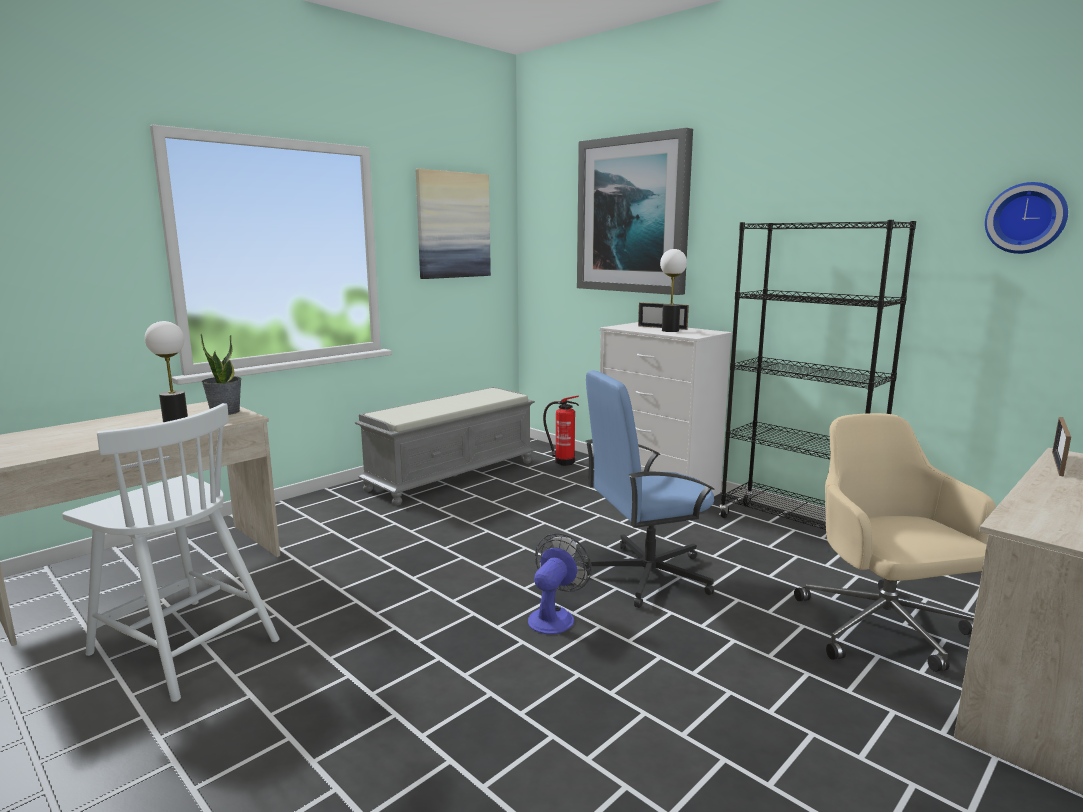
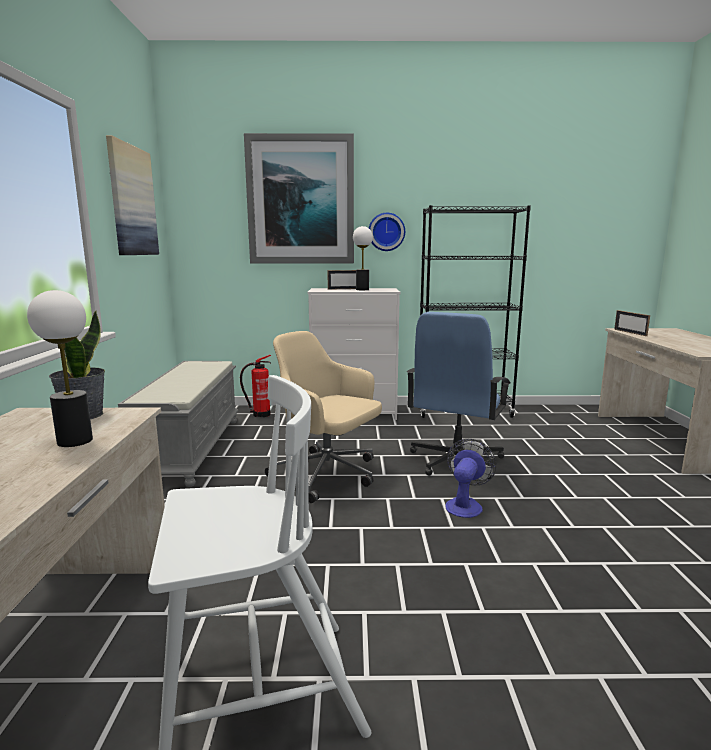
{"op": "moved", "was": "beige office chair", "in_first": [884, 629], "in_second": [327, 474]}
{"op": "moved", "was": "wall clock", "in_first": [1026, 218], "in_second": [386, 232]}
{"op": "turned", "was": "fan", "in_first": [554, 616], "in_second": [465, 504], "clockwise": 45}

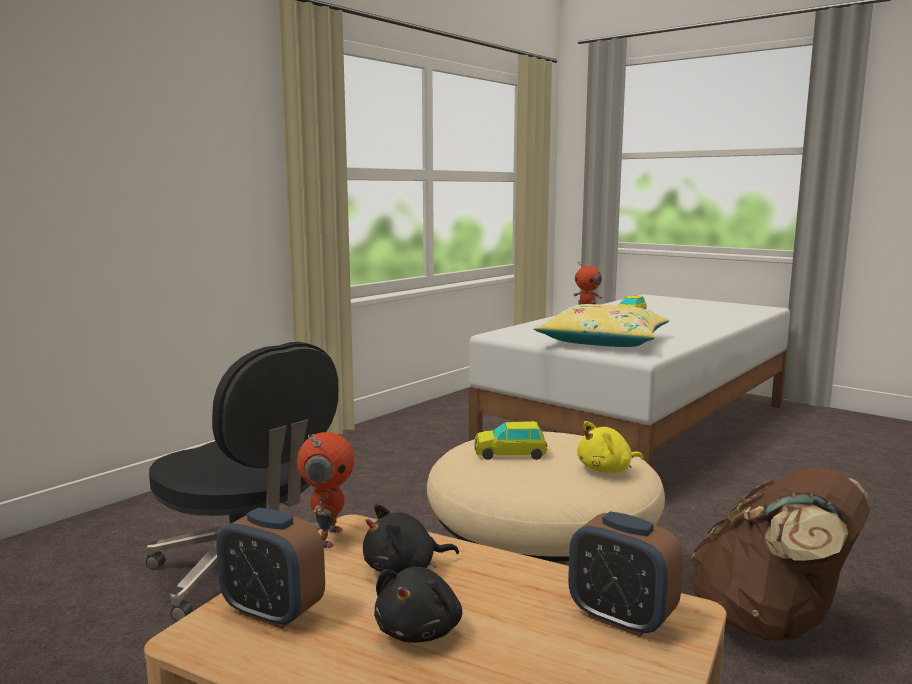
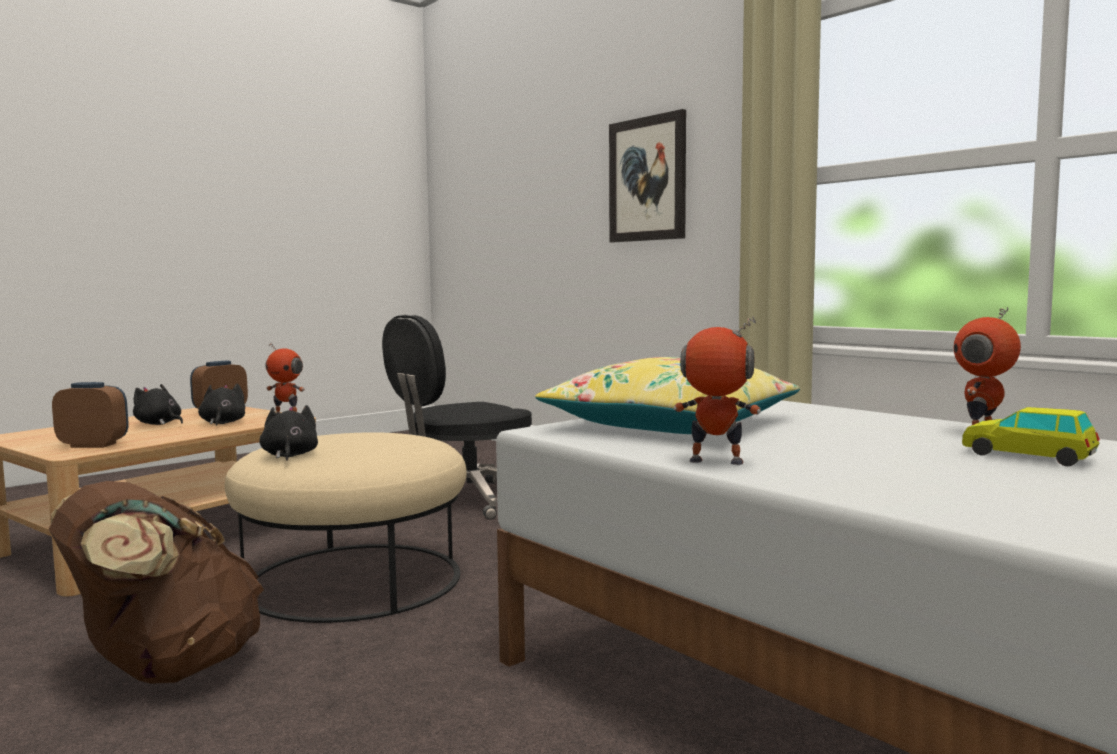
{"op": "turned", "was": "alarm clock", "in_first": [621, 618], "in_second": [93, 445], "clockwise": 45}
{"op": "recoloured", "was": "yellow plush toy", "now": "black plush toy", "in_first": [607, 470], "in_second": [289, 456]}
{"op": "added", "now": "picture", "in_second": [647, 179]}
{"op": "added", "now": "toy robot", "in_second": [715, 462]}
{"op": "removed", "was": "toy car", "in_first": [510, 454]}

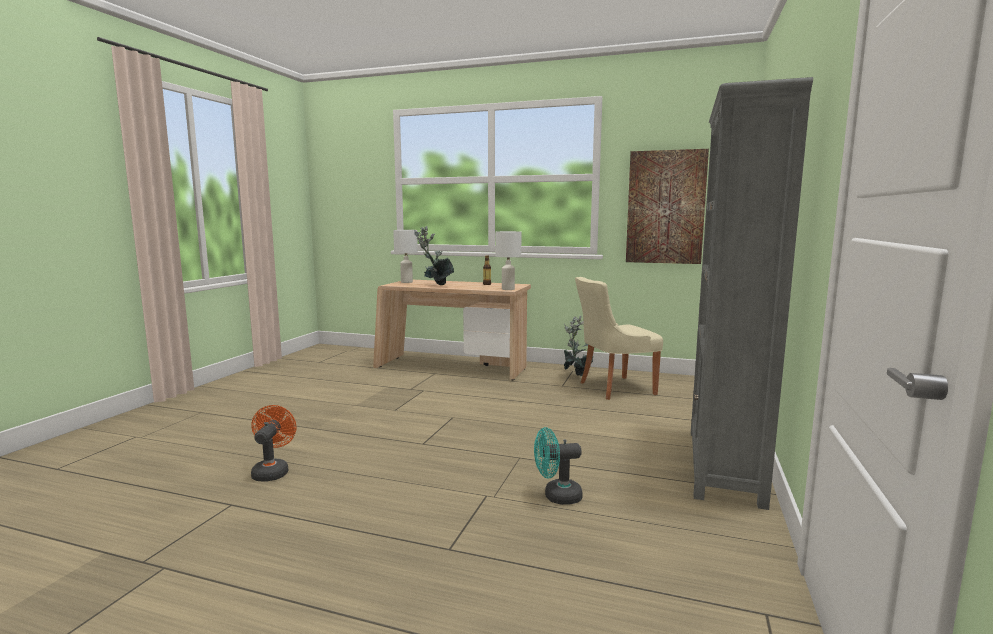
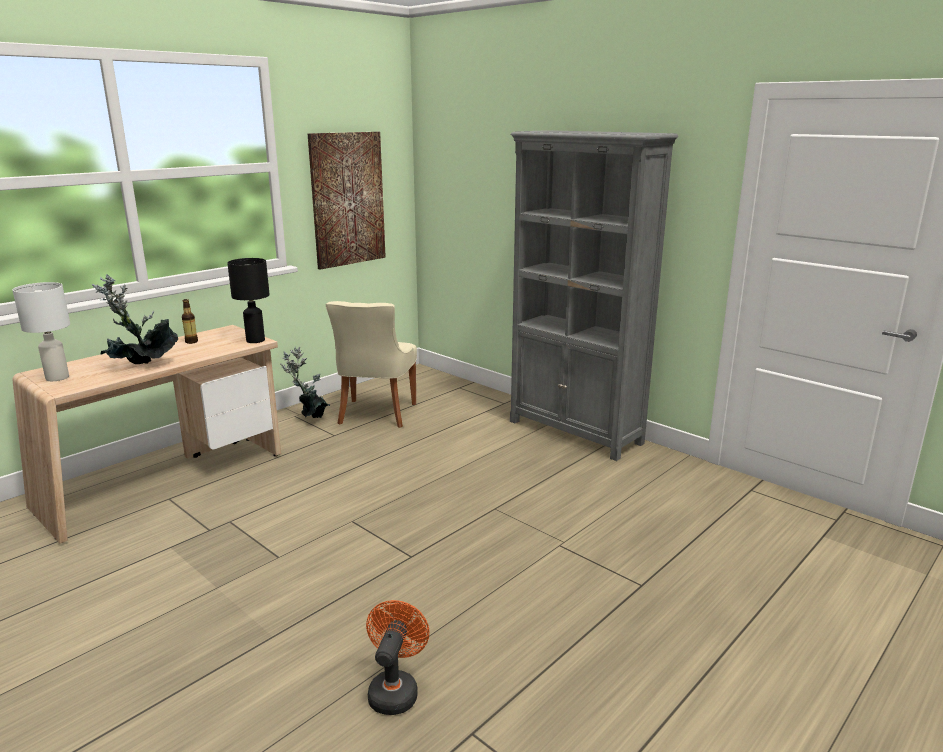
{"op": "recoloured", "was": "white table lamp", "now": "black table lamp", "in_first": [507, 289], "in_second": [255, 340]}
{"op": "turned", "was": "orange fan", "in_first": [272, 471], "in_second": [395, 689], "clockwise": 75}
{"op": "removed", "was": "turquoise fan", "in_first": [556, 496]}

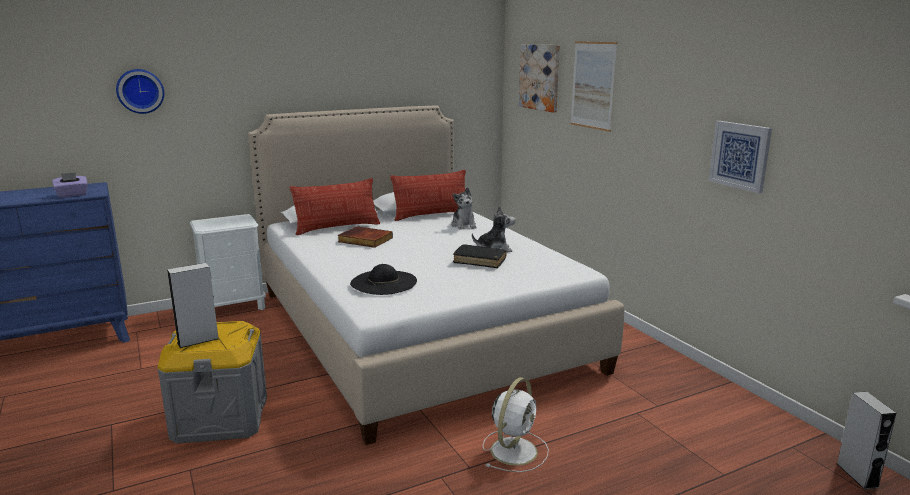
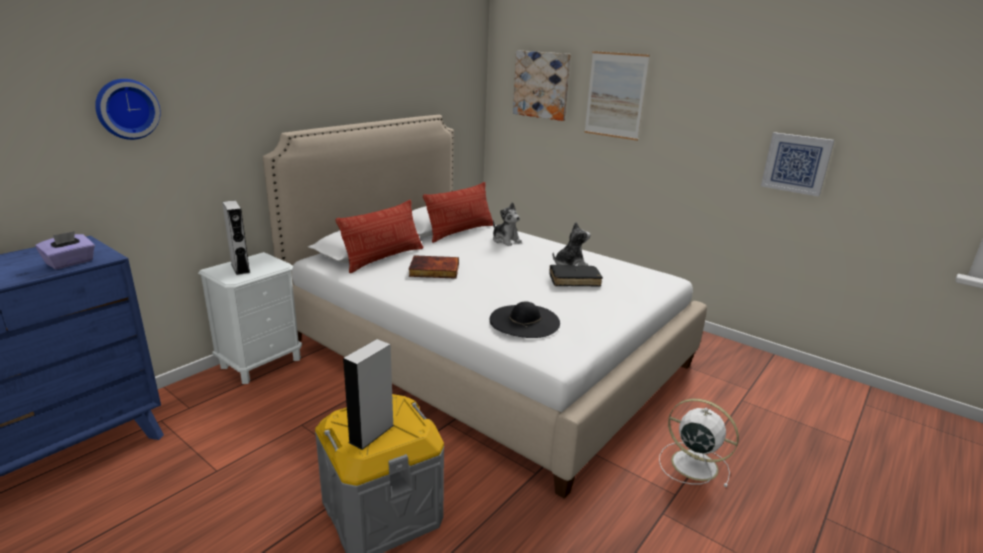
{"op": "moved", "was": "grey speaker", "in_first": [857, 475], "in_second": [240, 268]}
{"op": "turned", "was": "white fan", "in_first": [515, 450], "in_second": [692, 464], "clockwise": -60}

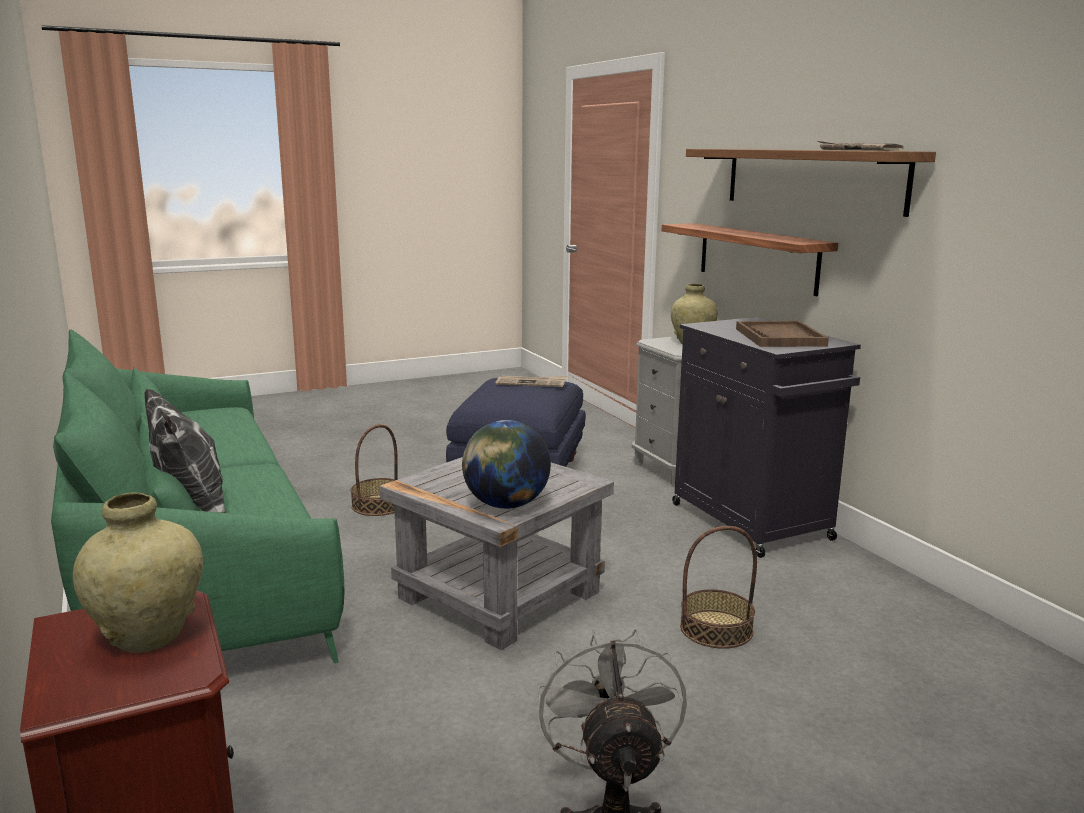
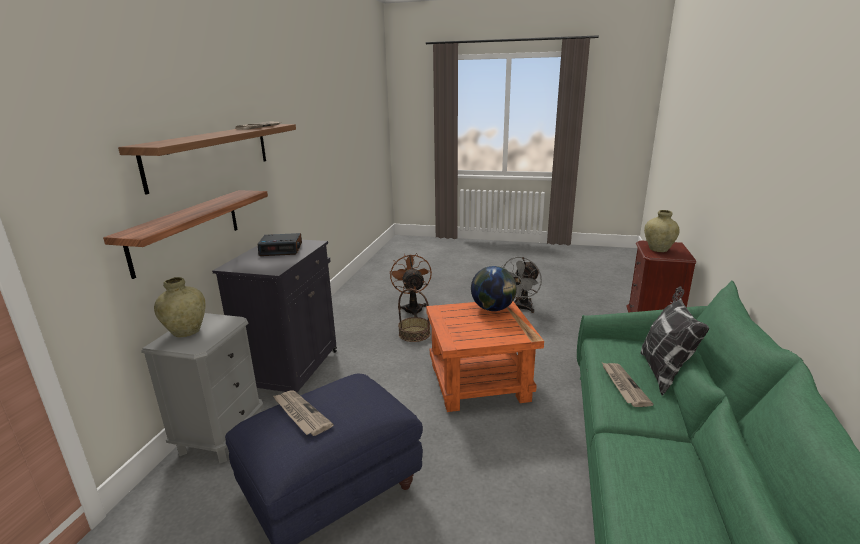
{"op": "replaced", "was": "brown tray", "now": "alarm clock", "in_first": [780, 337], "in_second": [282, 249]}
{"op": "added", "now": "brown fan", "in_second": [412, 308]}
{"op": "recoloured", "was": "grey side table", "now": "orange side table", "in_first": [496, 595], "in_second": [480, 382]}
{"op": "added", "now": "newspaper", "in_second": [623, 385]}
{"op": "removed", "was": "basket", "in_first": [378, 505]}

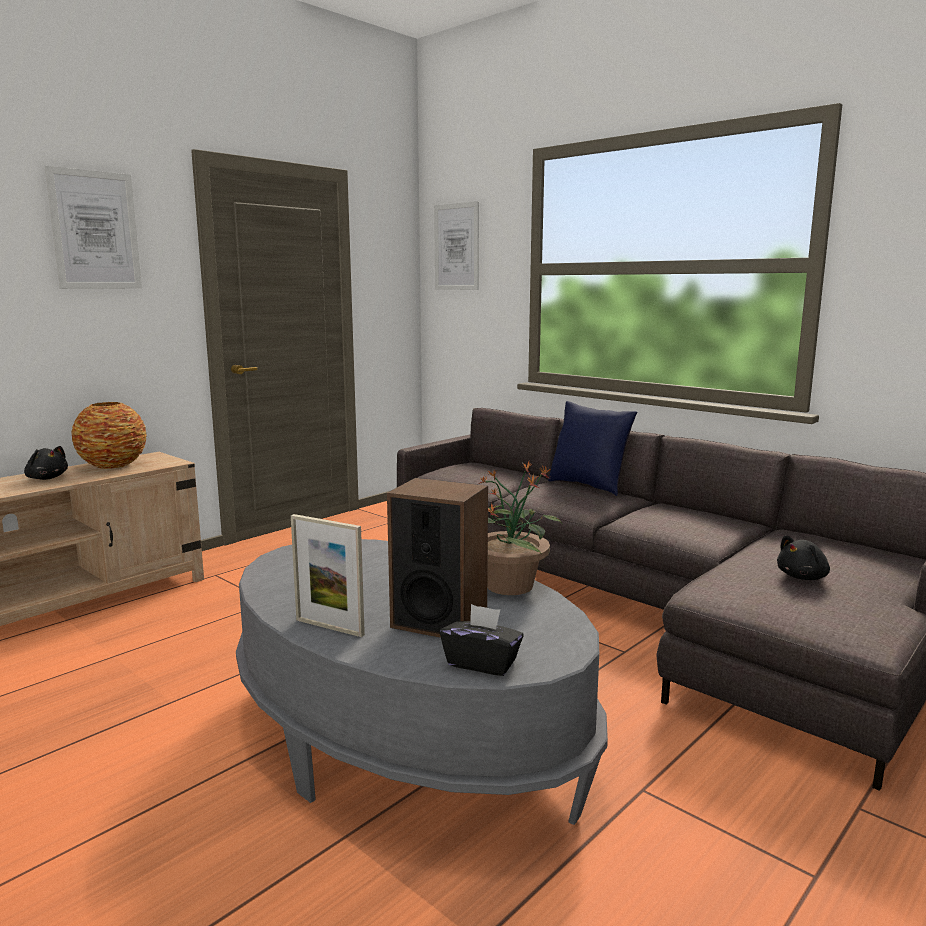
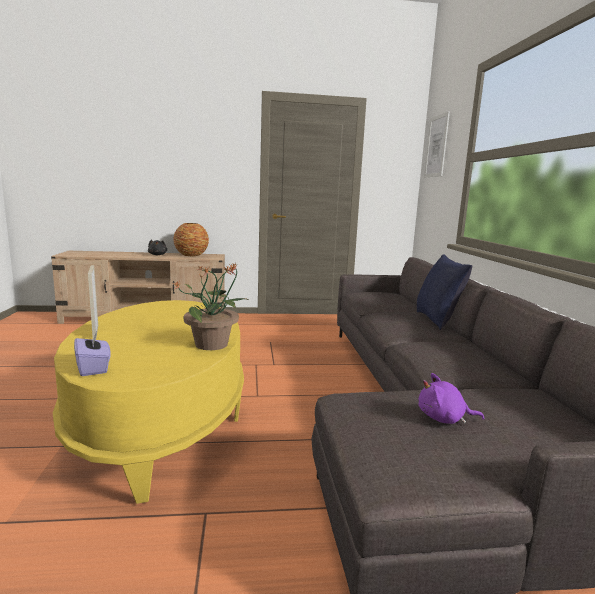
{"op": "recoloured", "was": "grey coffee table", "now": "yellow coffee table", "in_first": [406, 738], "in_second": [160, 421]}
{"op": "recoloured", "was": "black tissue box", "now": "purple tissue box", "in_first": [482, 663], "in_second": [93, 368]}
{"op": "recoloured", "was": "black plush toy", "now": "purple plush toy", "in_first": [803, 577], "in_second": [444, 419]}
{"op": "removed", "was": "picture", "in_first": [95, 230]}
{"op": "removed", "was": "speaker", "in_first": [439, 621]}

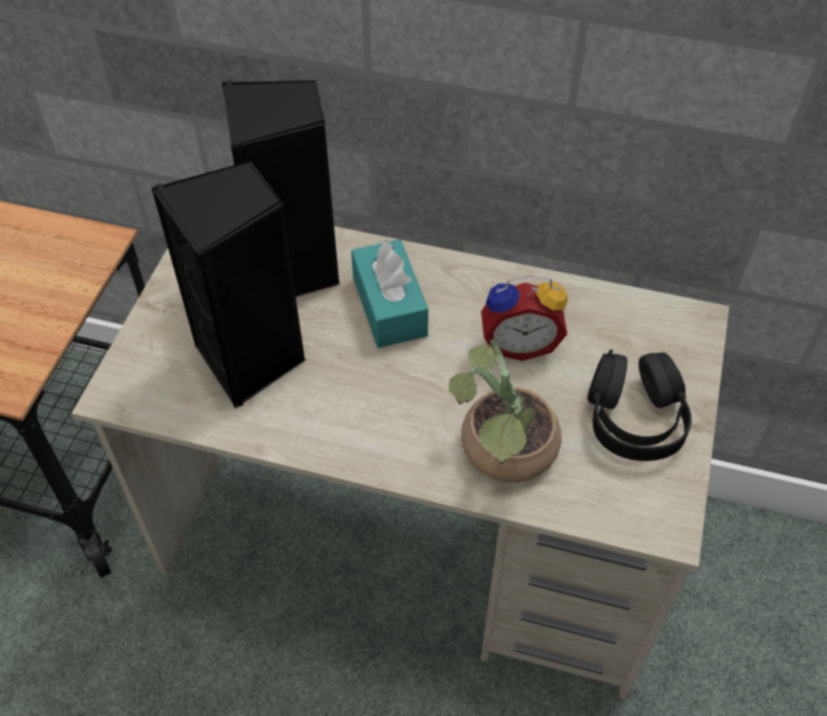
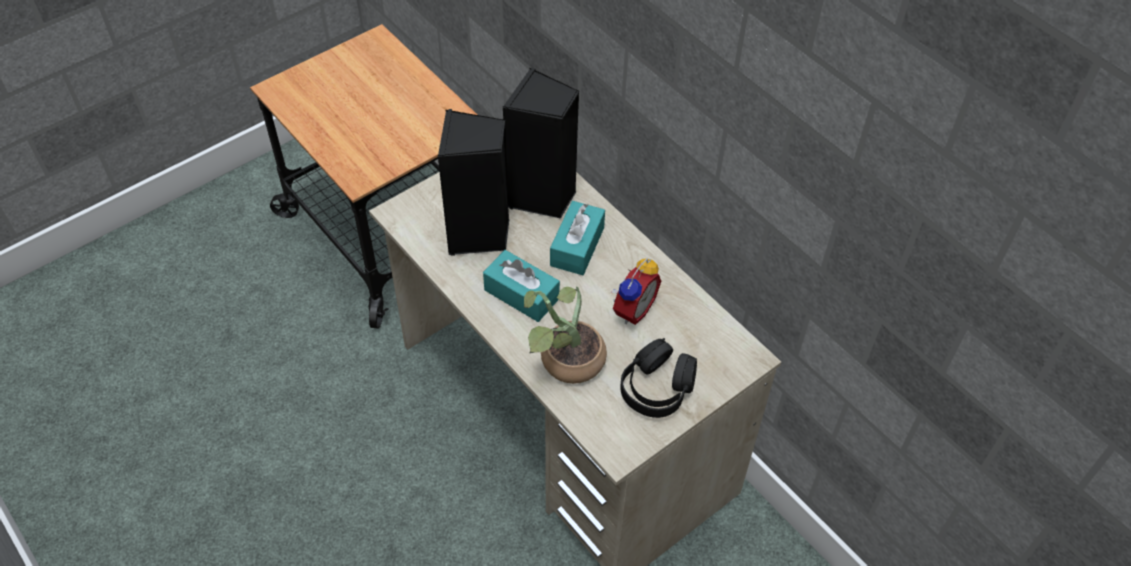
{"op": "added", "now": "turquoise tissue box", "in_second": [521, 294]}
{"op": "turned", "was": "alarm clock", "in_first": [519, 343], "in_second": [631, 309], "clockwise": -90}

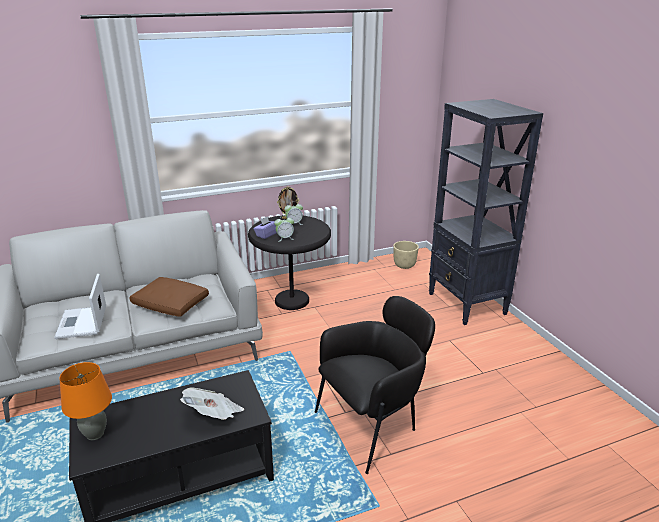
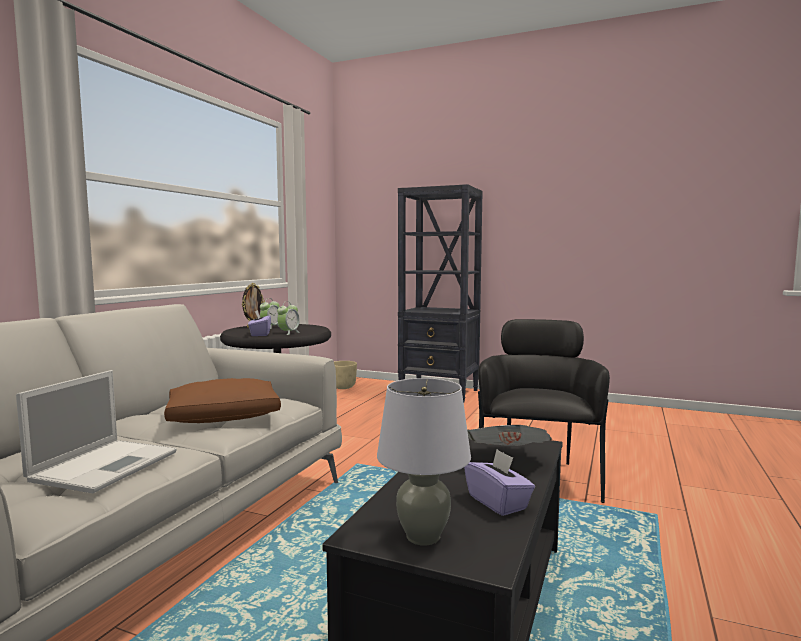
{"op": "turned", "was": "laptop", "in_first": [82, 323], "in_second": [106, 465], "clockwise": -105}
{"op": "recoloured", "was": "orange table lamp", "now": "grey table lamp", "in_first": [95, 434], "in_second": [423, 536]}
{"op": "added", "now": "purple tissue box", "in_second": [498, 502]}

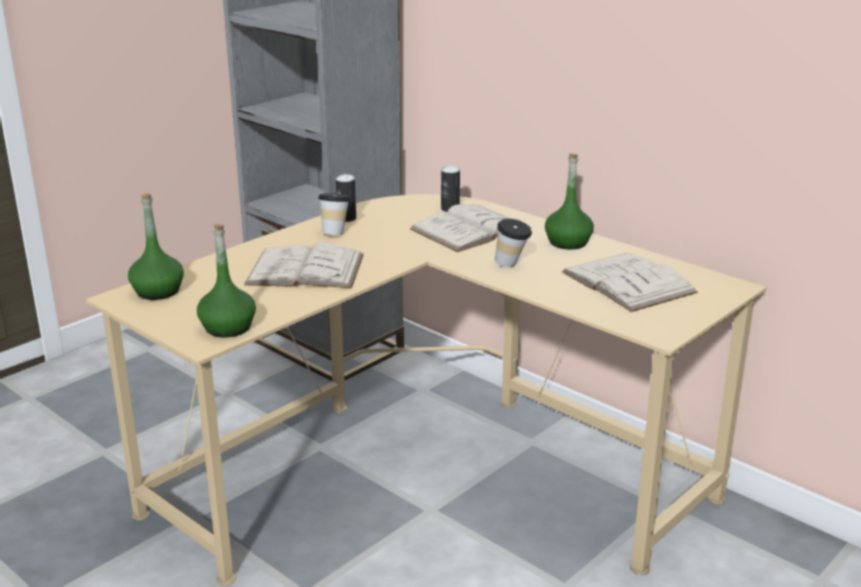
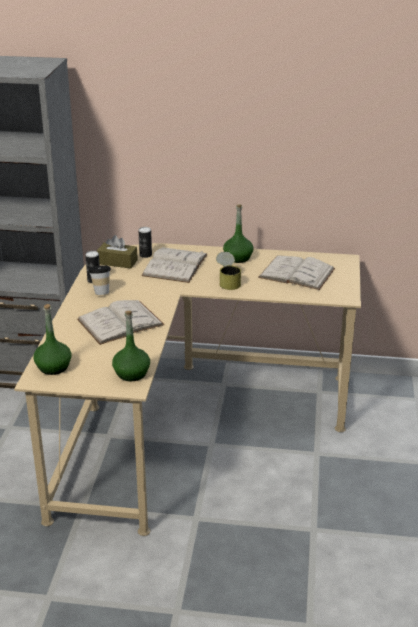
{"op": "added", "now": "brown tissue box", "in_second": [117, 262]}
{"op": "replaced", "was": "cup", "now": "can", "in_first": [512, 265], "in_second": [228, 281]}

